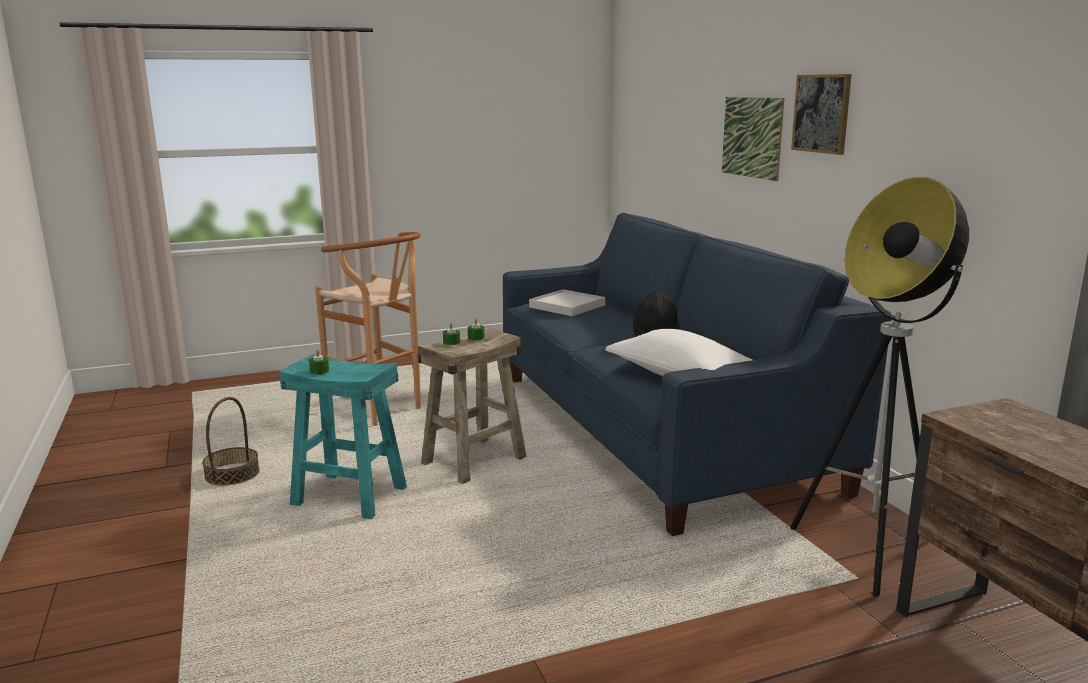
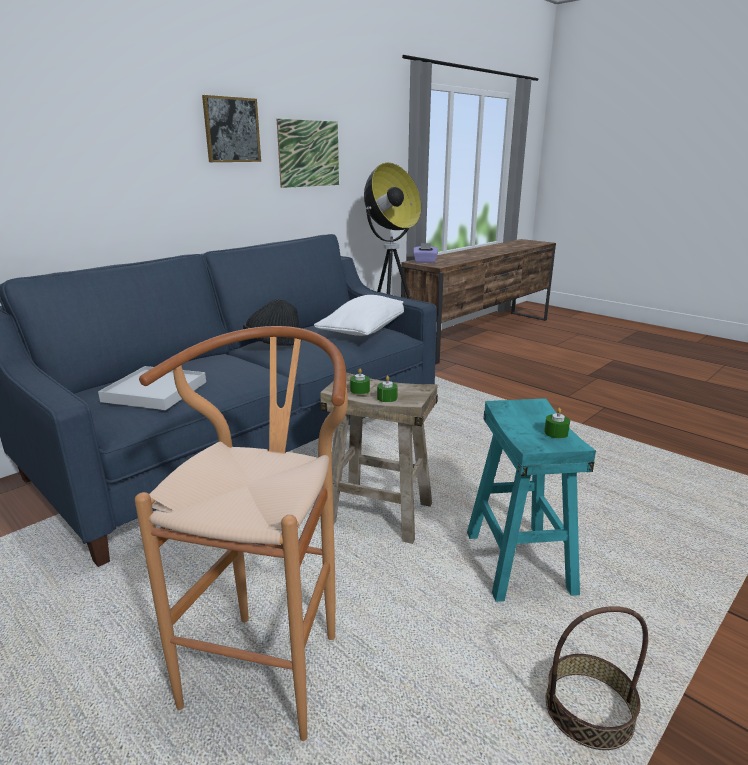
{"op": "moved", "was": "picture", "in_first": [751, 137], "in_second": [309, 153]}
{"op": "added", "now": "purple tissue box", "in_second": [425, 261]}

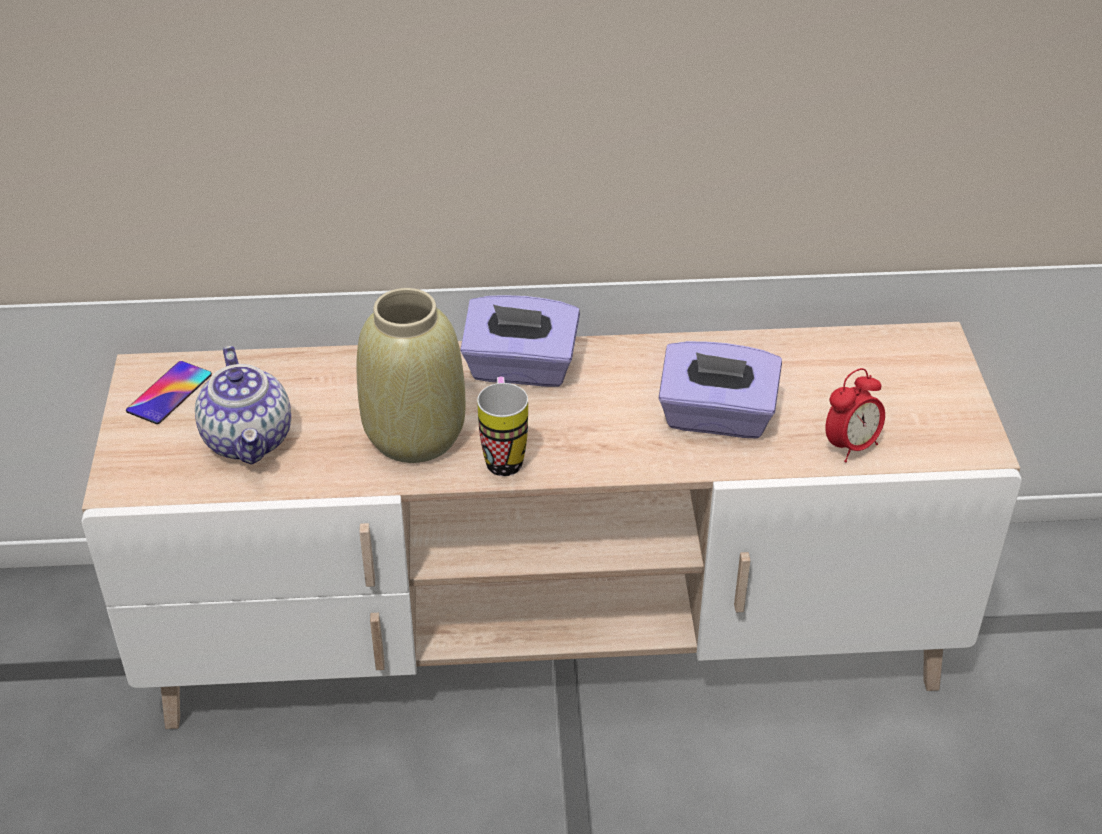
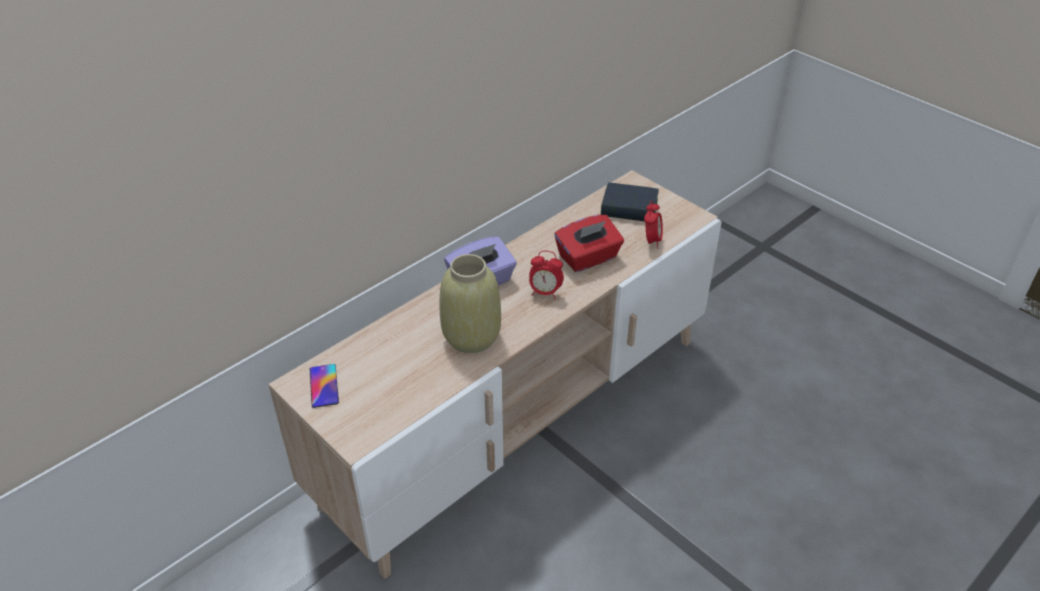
{"op": "added", "now": "alarm clock", "in_second": [545, 293]}
{"op": "recoloured", "was": "purple tissue box", "now": "red tissue box", "in_first": [716, 418], "in_second": [588, 258]}
{"op": "added", "now": "book", "in_second": [629, 208]}
{"op": "removed", "was": "teapot", "in_first": [249, 440]}
{"op": "removed", "was": "mug", "in_first": [503, 455]}

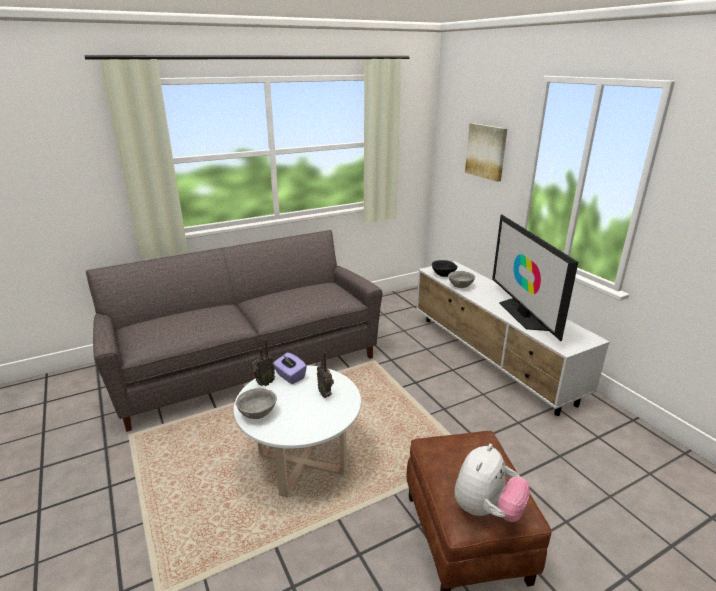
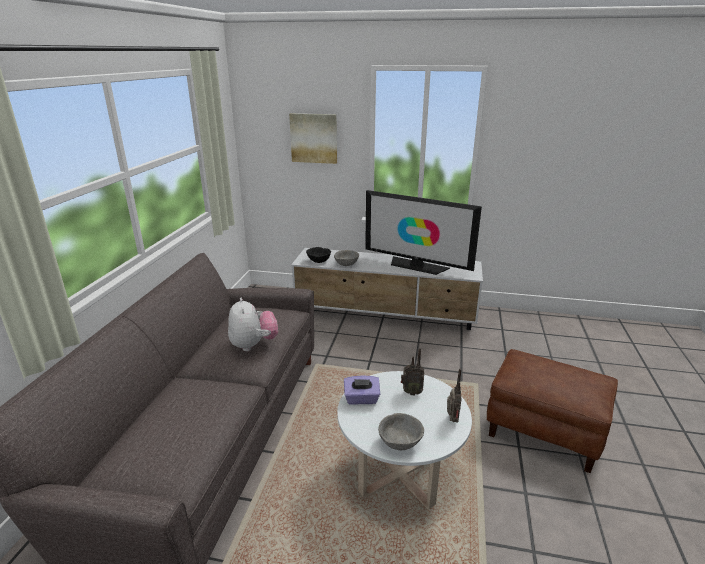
{"op": "moved", "was": "plush toy", "in_first": [486, 510], "in_second": [253, 345]}
{"op": "moved", "was": "radio", "in_first": [264, 383], "in_second": [451, 420]}

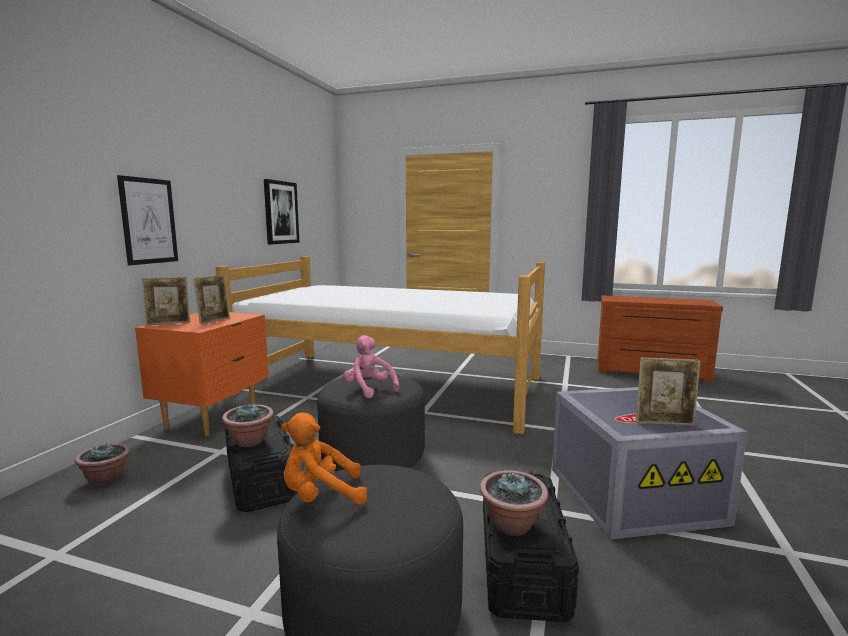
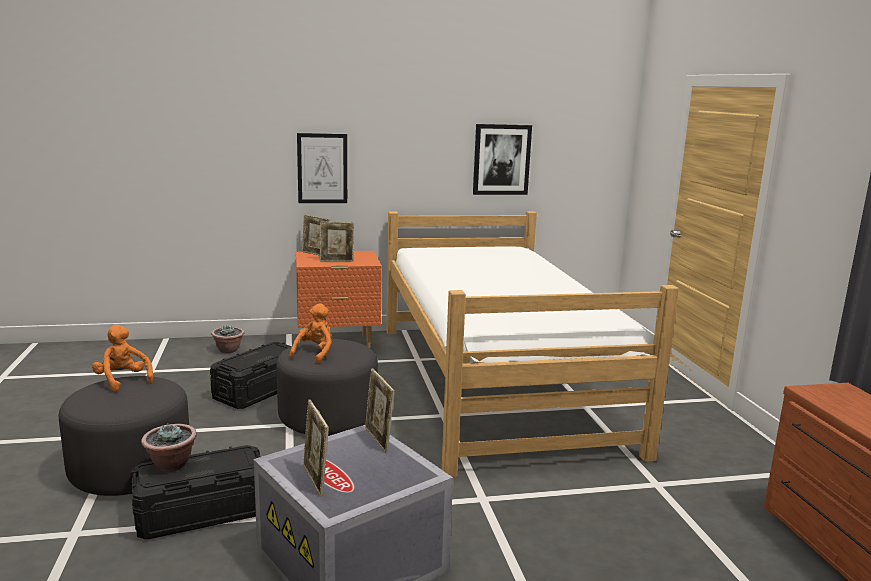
{"op": "recoloured", "was": "pink plush toy", "now": "orange plush toy", "in_first": [369, 390], "in_second": [315, 353]}
{"op": "added", "now": "picture frame", "in_second": [378, 440]}
{"op": "removed", "was": "potted plant", "in_first": [250, 441]}

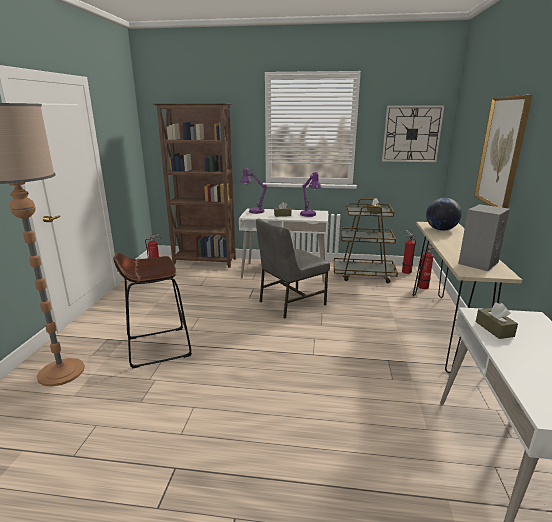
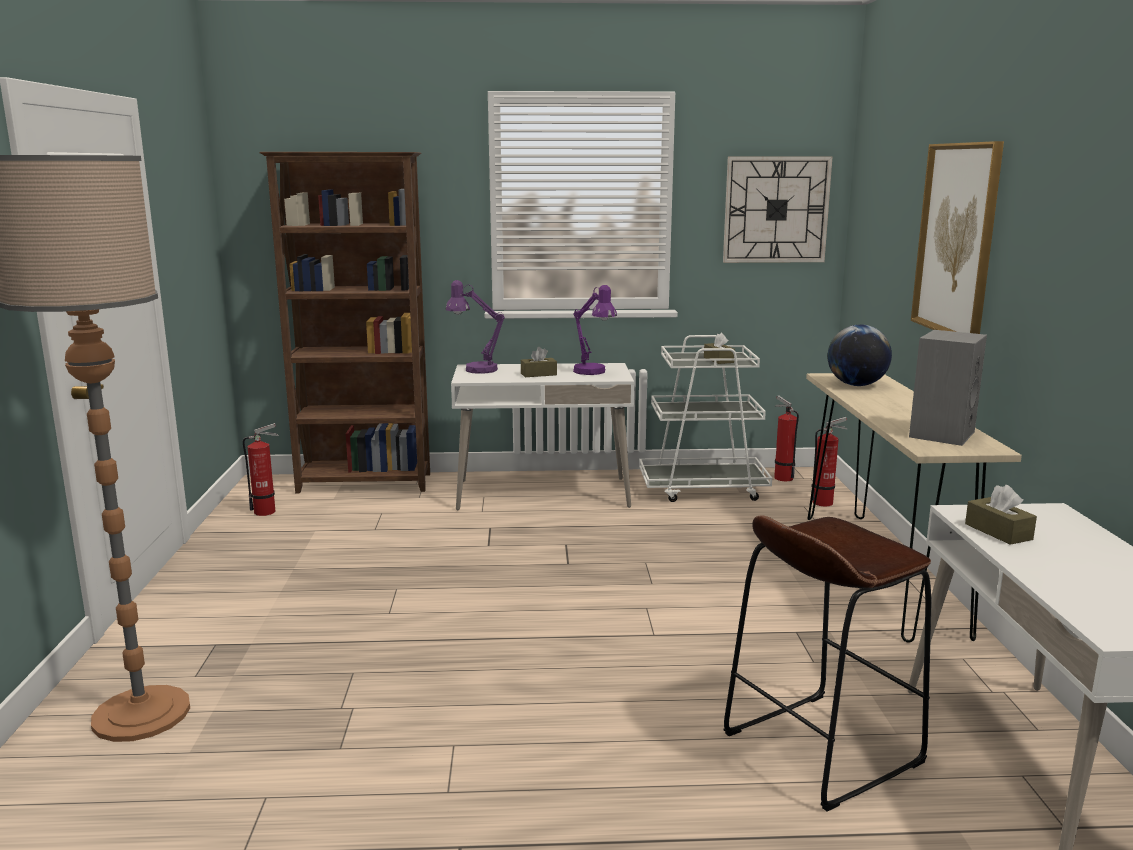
{"op": "recoloured", "was": "brown cart", "now": "white cart", "in_first": [363, 275], "in_second": [703, 489]}
{"op": "moved", "was": "brown stool", "in_first": [158, 347], "in_second": [821, 748]}
{"op": "removed", "was": "grey chair", "in_first": [290, 303]}

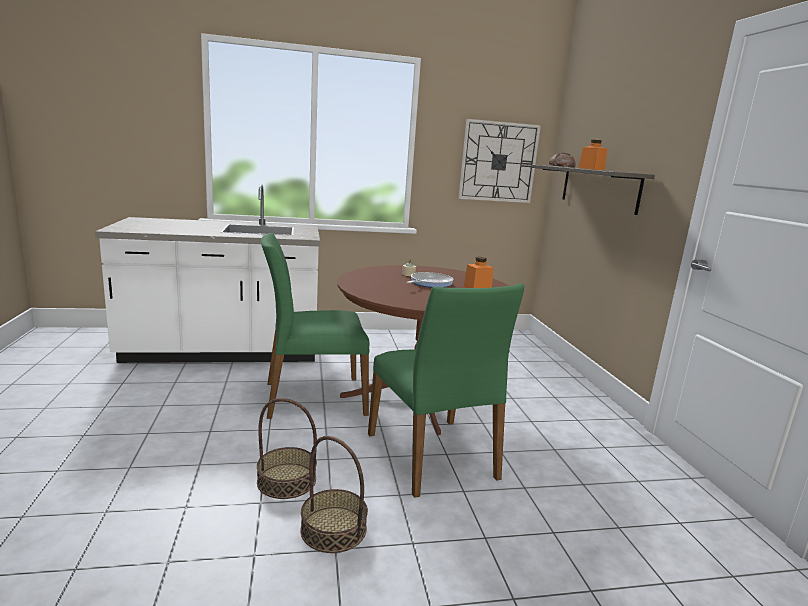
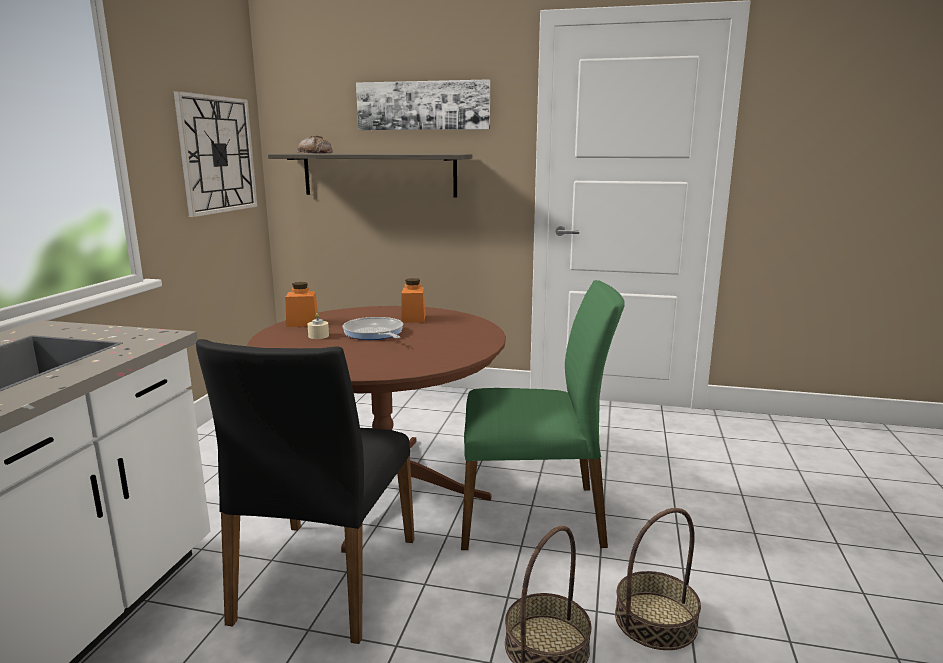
{"op": "recoloured", "was": "green chair", "now": "black chair", "in_first": [313, 397], "in_second": [324, 579]}
{"op": "moved", "was": "orange jar", "in_first": [591, 169], "in_second": [302, 323]}
{"op": "added", "now": "picture", "in_second": [423, 105]}

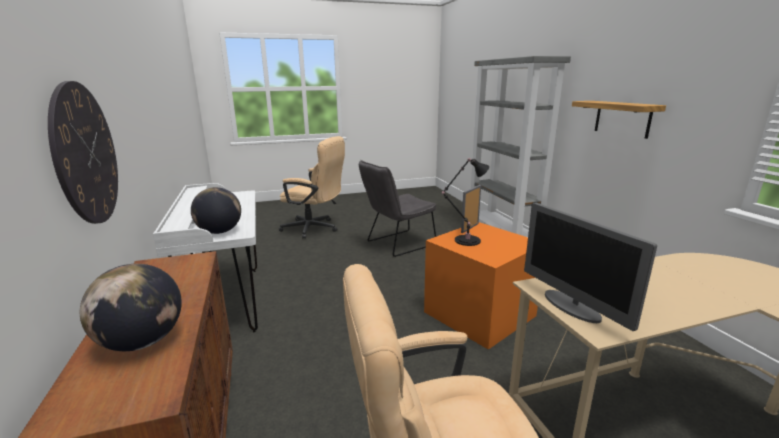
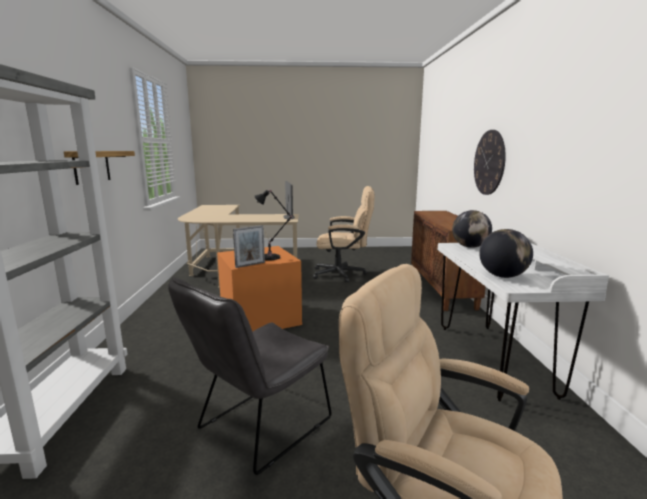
{"op": "turned", "was": "grey chair", "in_first": [397, 244], "in_second": [258, 428], "clockwise": 150}
{"op": "moved", "was": "globe", "in_first": [142, 342], "in_second": [502, 276]}

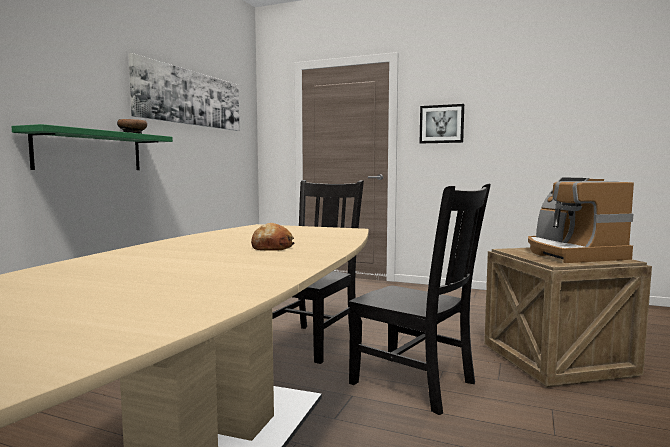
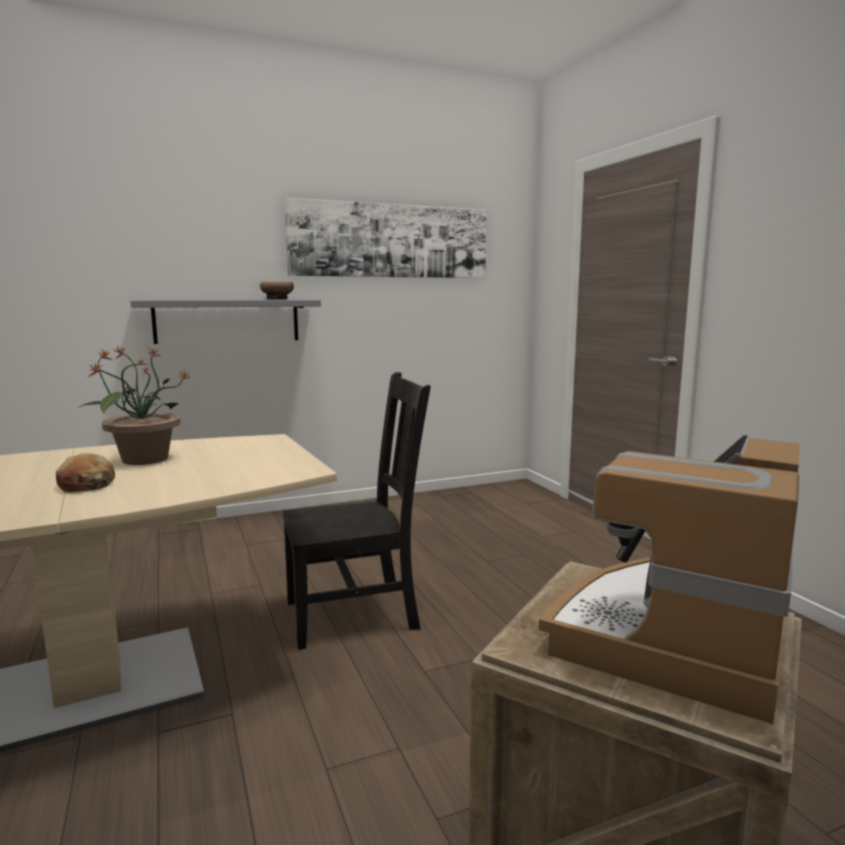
{"op": "added", "now": "potted plant", "in_second": [143, 459]}
{"op": "recoloured", "was": "green shelf", "now": "grey shelf", "in_first": [90, 151], "in_second": [227, 321]}
{"op": "removed", "was": "black chair", "in_first": [416, 384]}
{"op": "removed", "was": "picture", "in_first": [441, 124]}

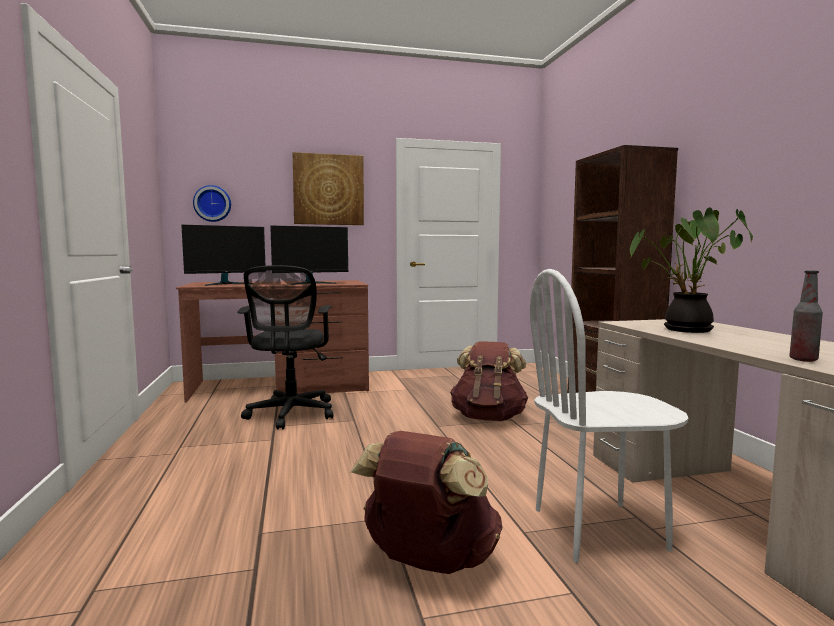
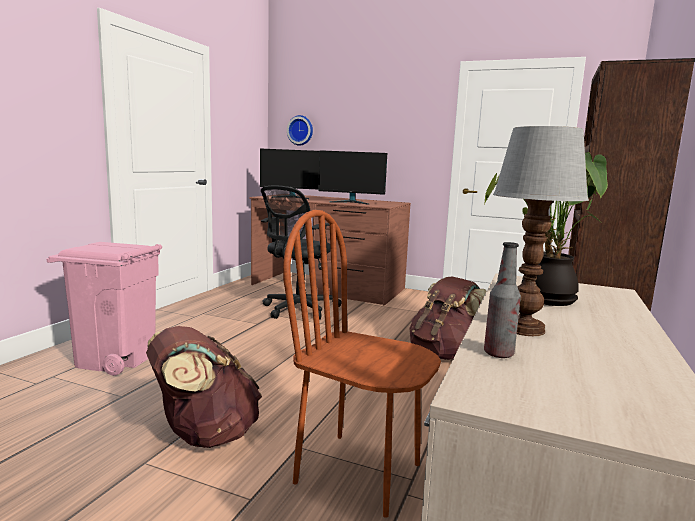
{"op": "added", "now": "pink trash can", "in_second": [115, 359]}
{"op": "recoloured", "was": "white chair", "now": "brown chair", "in_first": [599, 529], "in_second": [359, 472]}
{"op": "added", "now": "table lamp", "in_second": [522, 328]}
{"op": "removed", "was": "picture", "in_first": [328, 190]}

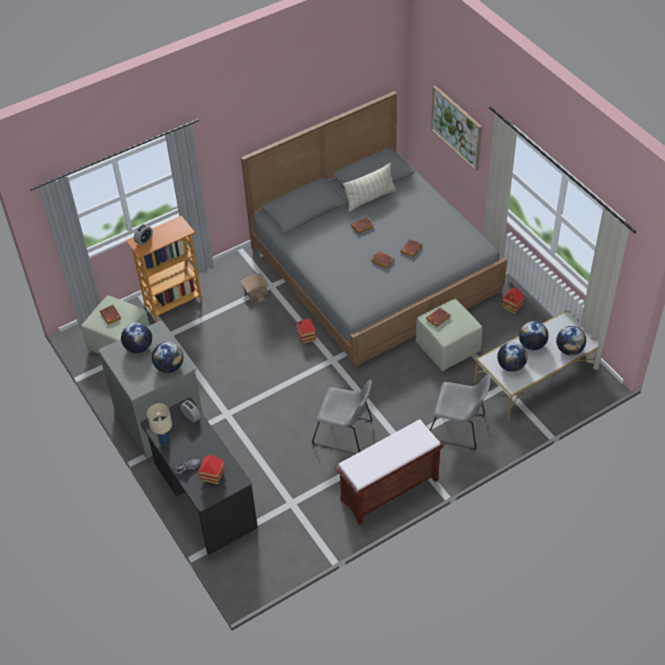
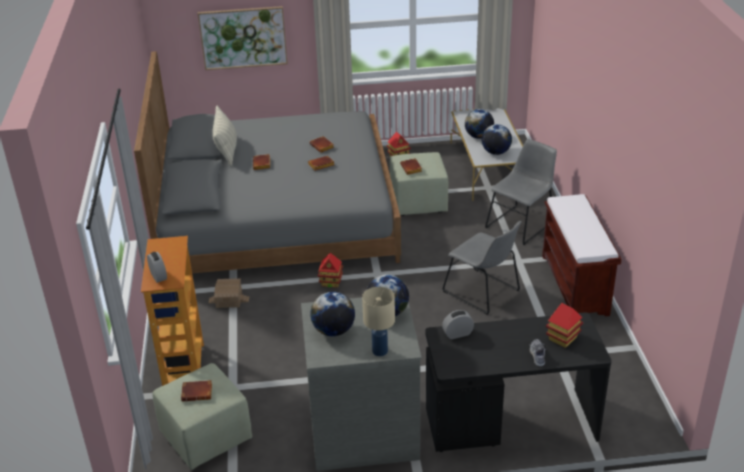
{"op": "moved", "was": "beige table lamp", "in_first": [165, 441], "in_second": [380, 351]}
{"op": "turned", "was": "grey chair", "in_first": [345, 433], "in_second": [483, 292], "clockwise": 90}
{"op": "removed", "was": "globe", "in_first": [569, 350]}

